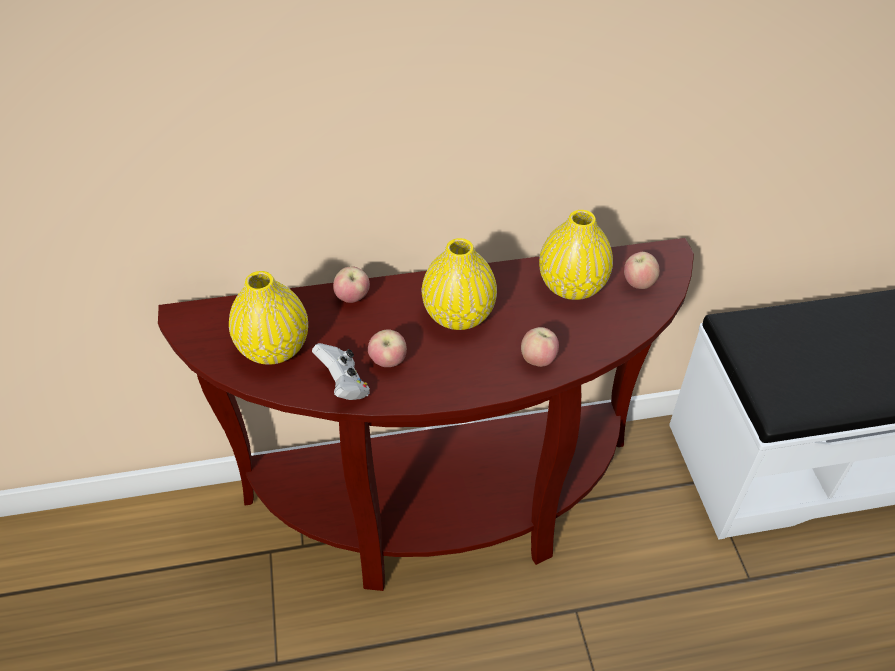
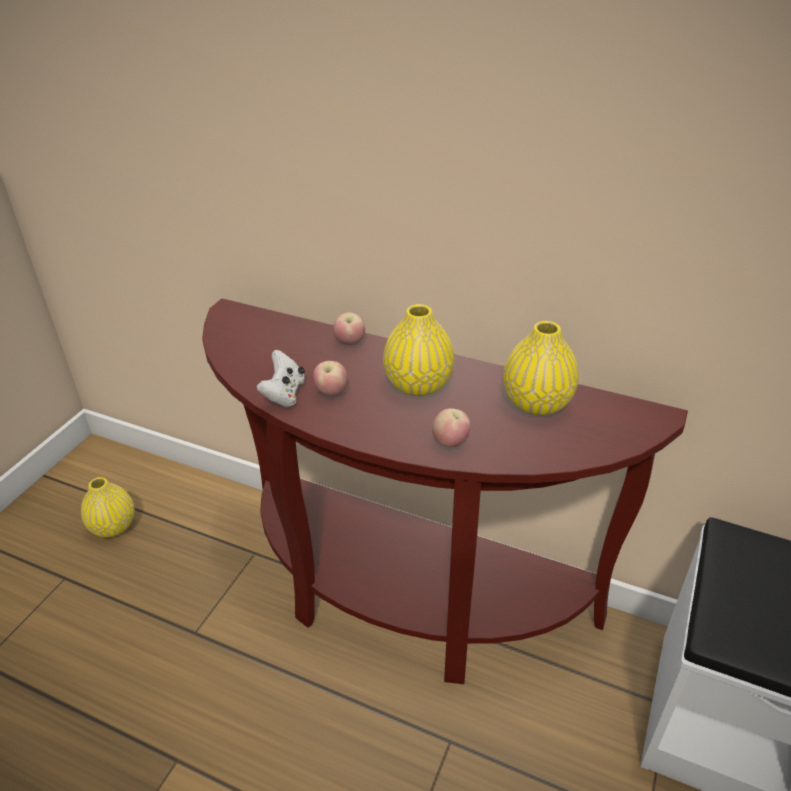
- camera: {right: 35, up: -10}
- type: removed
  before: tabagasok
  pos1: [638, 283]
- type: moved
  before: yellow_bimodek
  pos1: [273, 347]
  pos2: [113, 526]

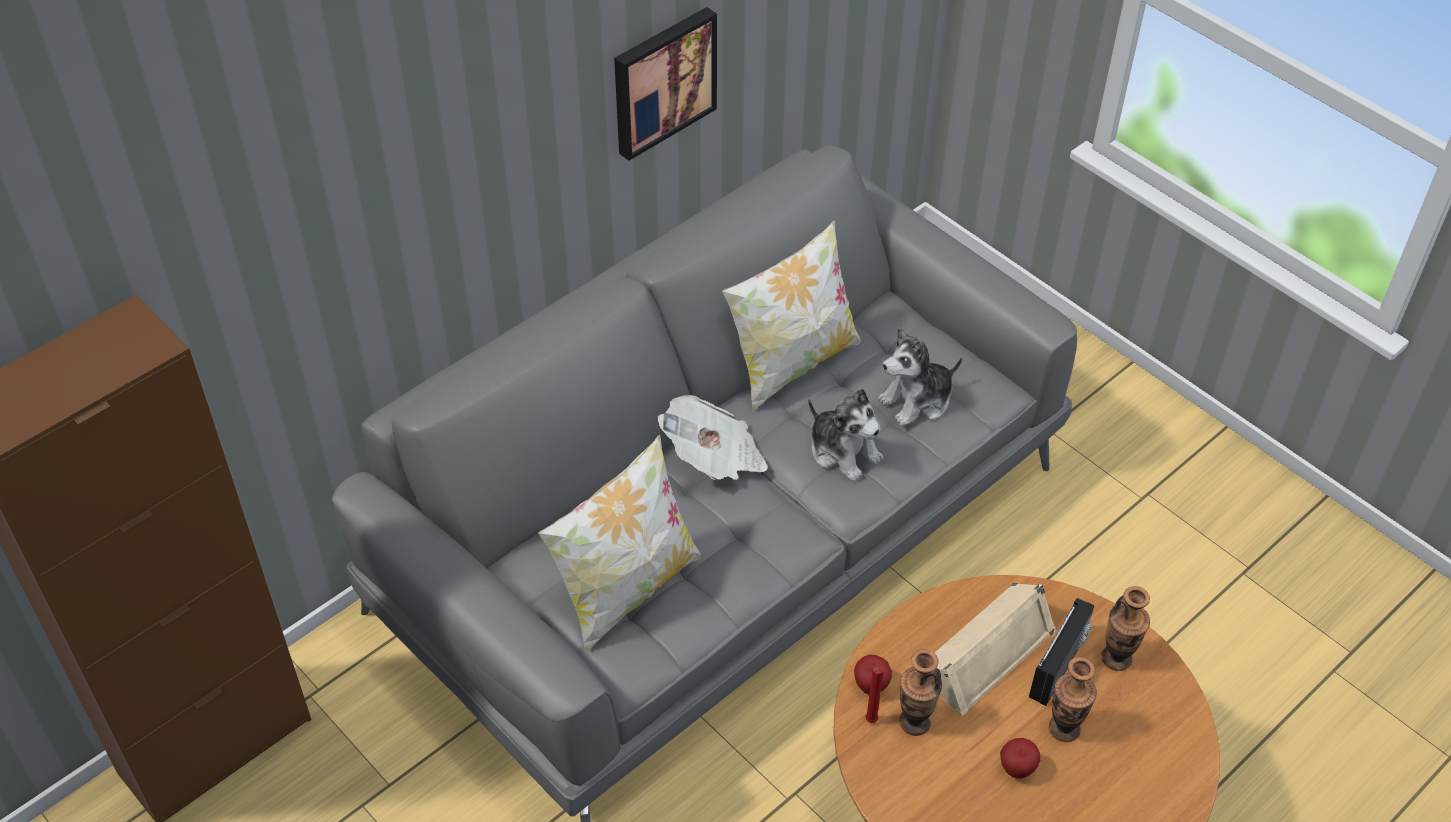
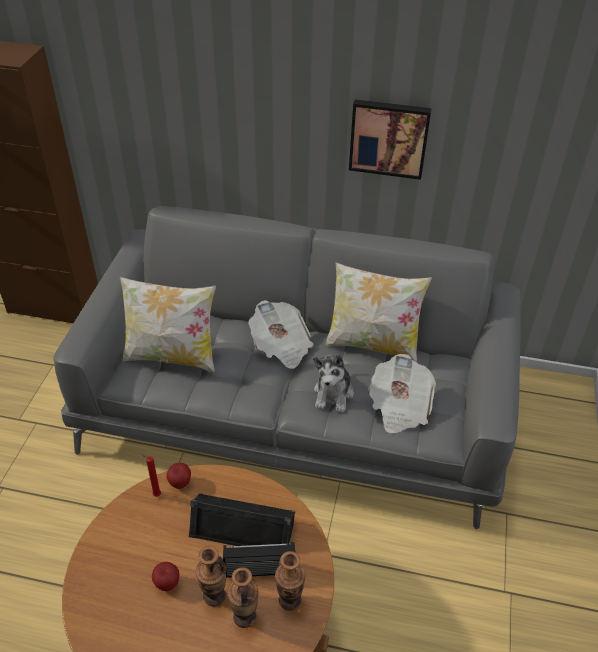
- camera: {right: 55, up: -5}
- type: replaced
  before: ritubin
  after: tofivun
  pos1: [917, 401]
  pos2: [399, 407]
- type: recoloured
  before: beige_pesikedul
  after: black_pesikedul
  pos1: [984, 652]
  pos2: [242, 526]
- type: moved
  before: bimodek
  pos1: [914, 722]
  pos2: [244, 616]

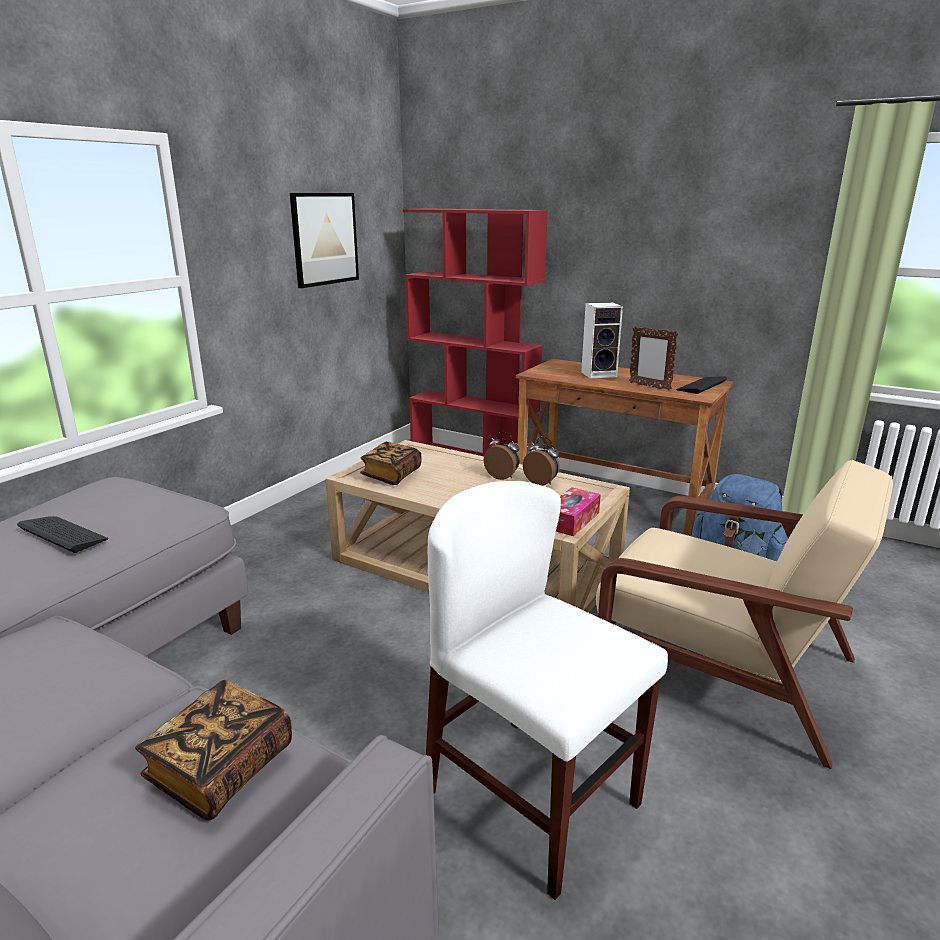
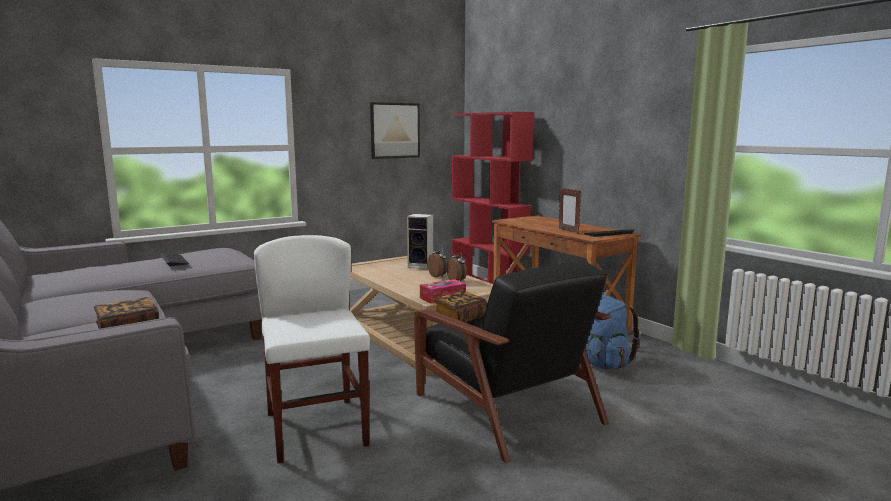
- camera: {right: 25, up: -10}
- type: moved
  before: pesikedul
  pos1: [600, 374]
  pos2: [421, 266]
- type: moved
  before: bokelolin
  pos1: [391, 475]
  pos2: [460, 318]
- type: recoloured
  before: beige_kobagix
  after: black_kobagix
  pos1: [719, 666]
  pos2: [504, 407]

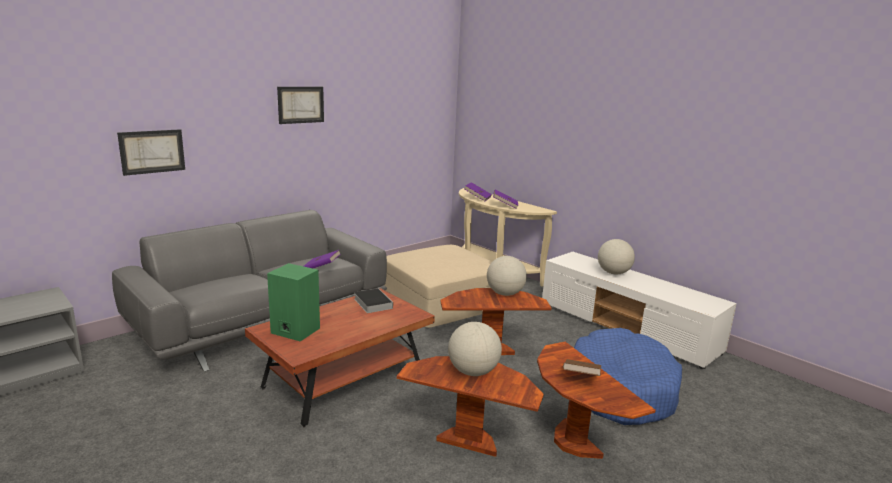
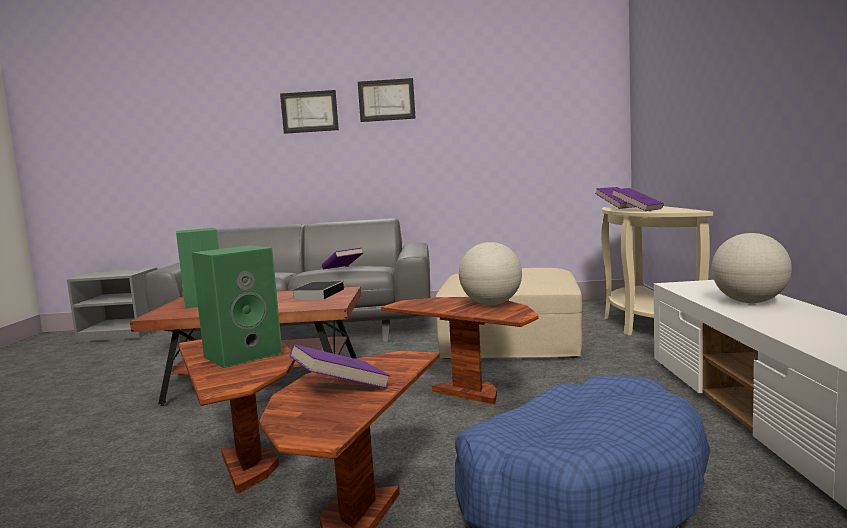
- camera: {right: 45, up: -10}
- type: moved
  before: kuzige
  pos1: [152, 151]
  pos2: [309, 112]
- type: replaced
  before: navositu
  after: green_pesikedul
  pos1: [473, 372]
  pos2: [244, 354]
- type: recoloured
  before: brown_bokelolin
  after: purple_bokelolin
  pos1: [580, 378]
  pos2: [340, 387]

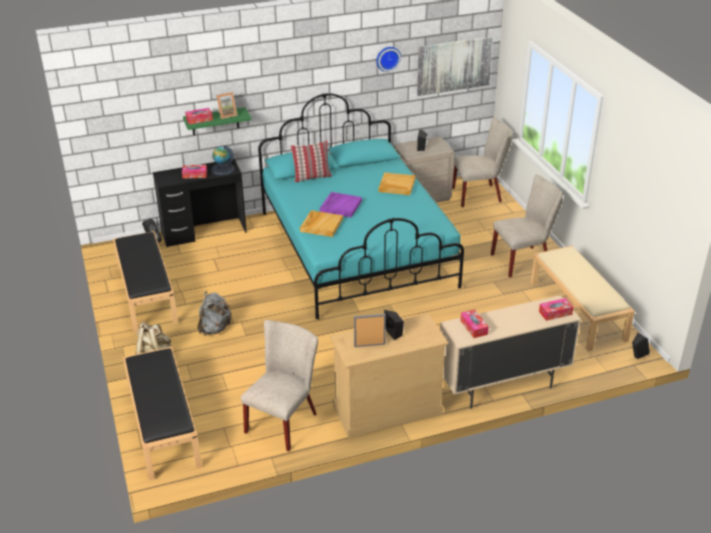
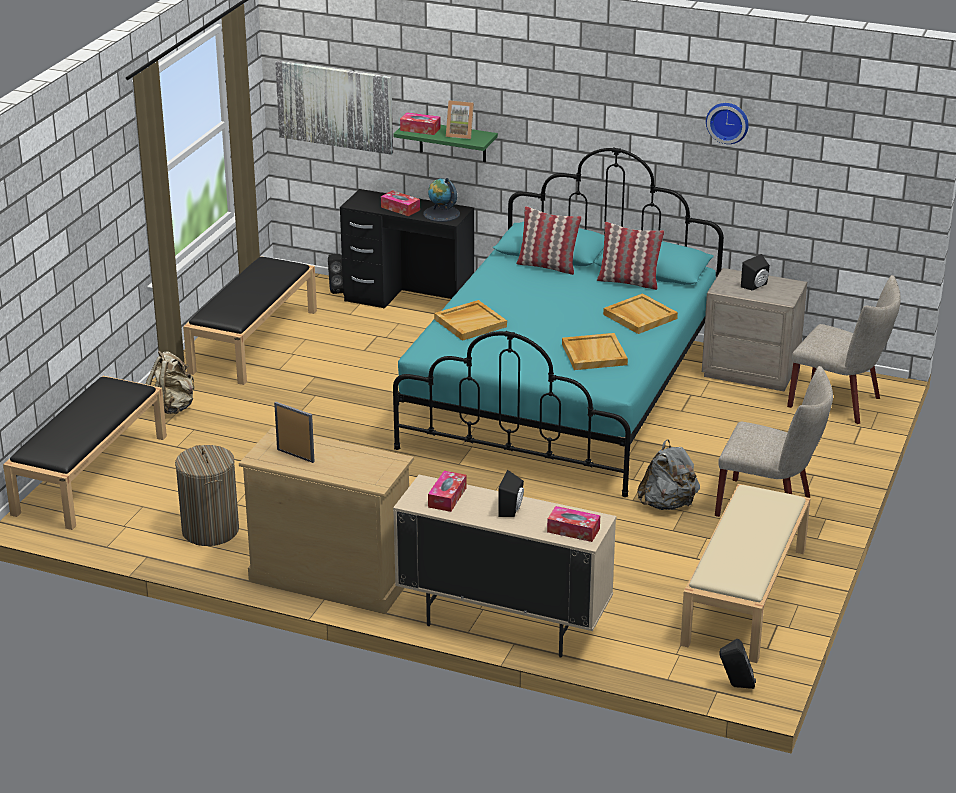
- camera: {right: 40, up: -5}
- type: moved
  before: kuzige
  pos1: [454, 65]
  pos2: [335, 106]
- type: removed
  before: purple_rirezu
  pos1: [340, 206]
- type: moved
  before: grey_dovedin
  pos1: [214, 328]
  pos2: [668, 504]
- type: moved
  before: black_pesikedul
  pos1: [395, 332]
  pos2: [512, 509]
- type: replaced
  before: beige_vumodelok
  after: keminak
  pos1: [284, 420]
  pos2: [210, 530]
- type: added
  after: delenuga
  pos2: [628, 282]
- type: added
  after: beige_rirezu
  pos2: [593, 354]

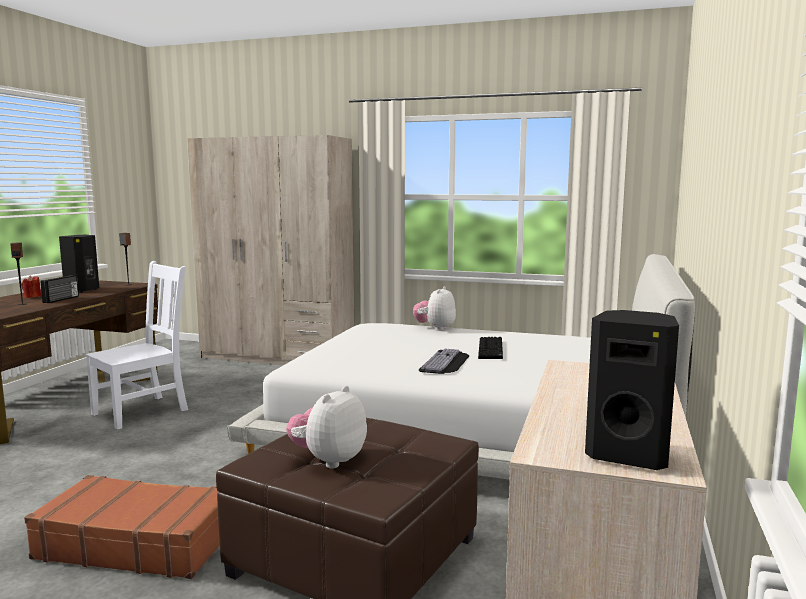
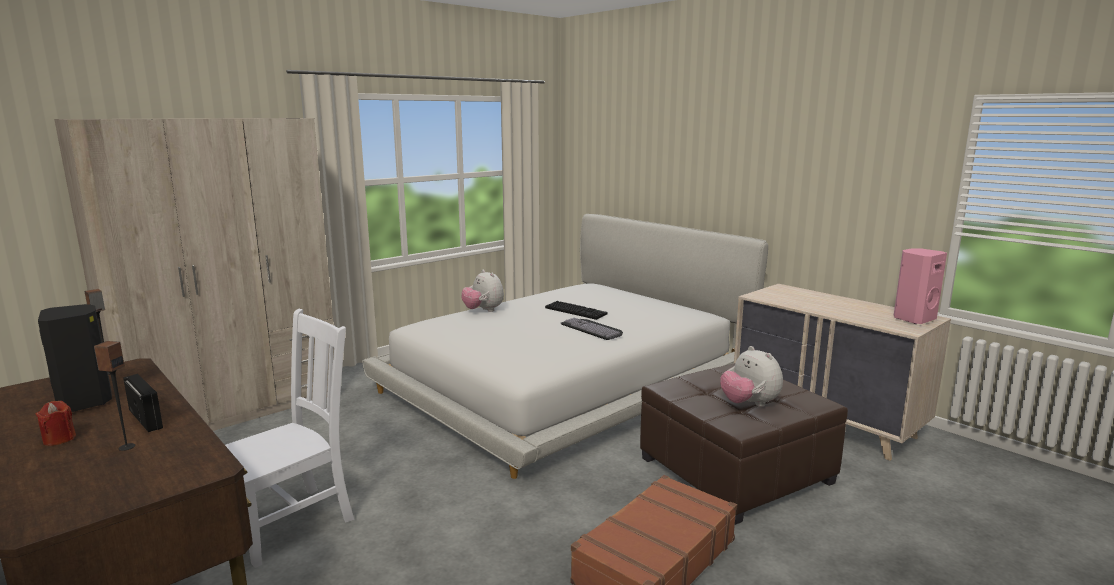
- camera: {right: -60, up: 5}
- type: turned
  before: white_vumodelok
  pos1: [143, 411]
  pos2: [292, 522]
  turn: 60
- type: recoloured
  before: black_pesikedul
  after: pink_pesikedul
  pos1: [628, 455]
  pos2: [913, 319]

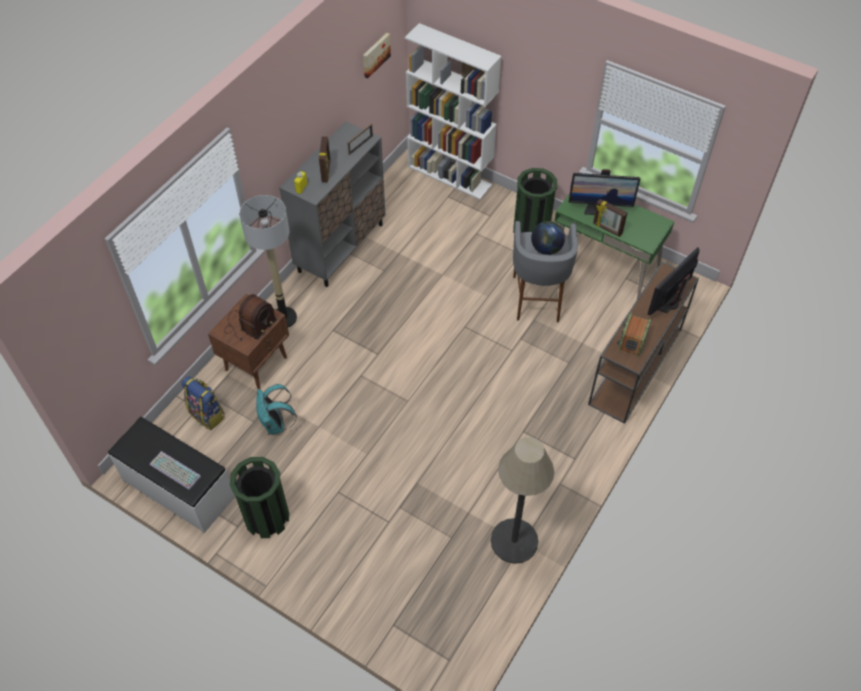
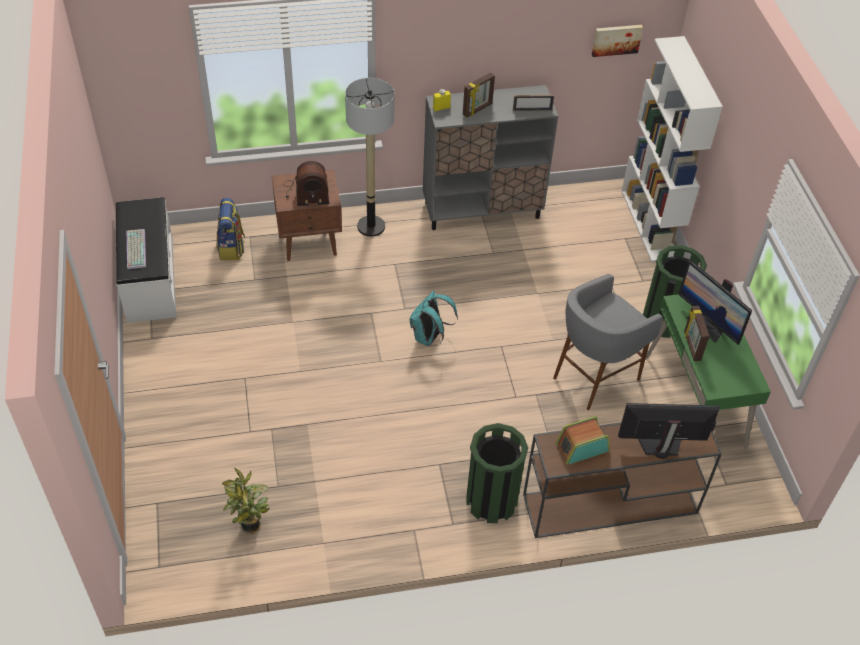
- camera: {right: 45, up: -5}
- type: removed
  before: navositu
  pos1: [546, 248]
- type: moved
  before: turquoise_dovedin
  pos1: [276, 424]
  pos2: [429, 337]
- type: removed
  before: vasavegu
  pos1: [514, 541]
- type: moved
  before: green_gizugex
  pos1: [267, 517]
  pos2: [491, 501]
- type: added
  after: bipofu
  pos2: [250, 528]

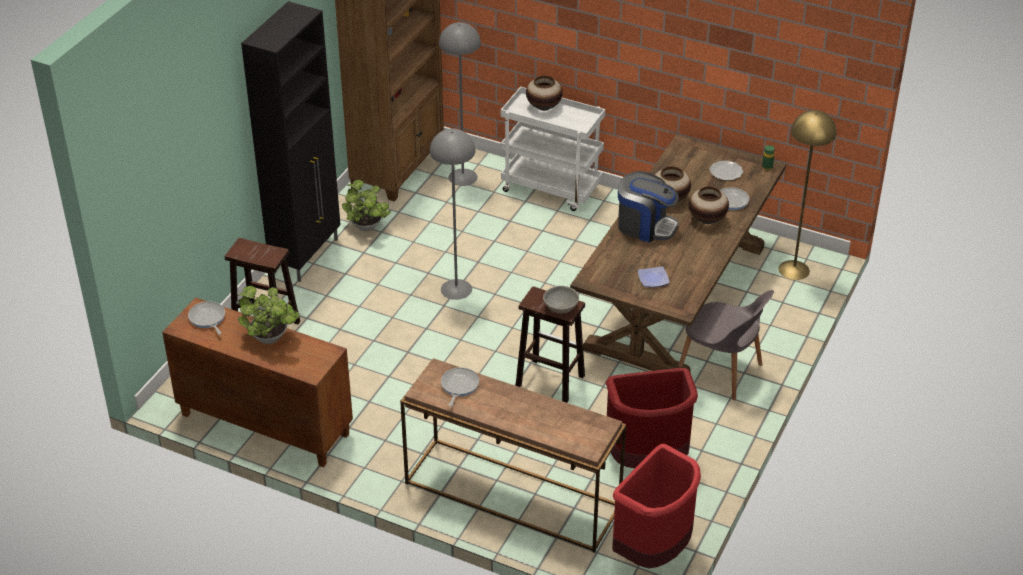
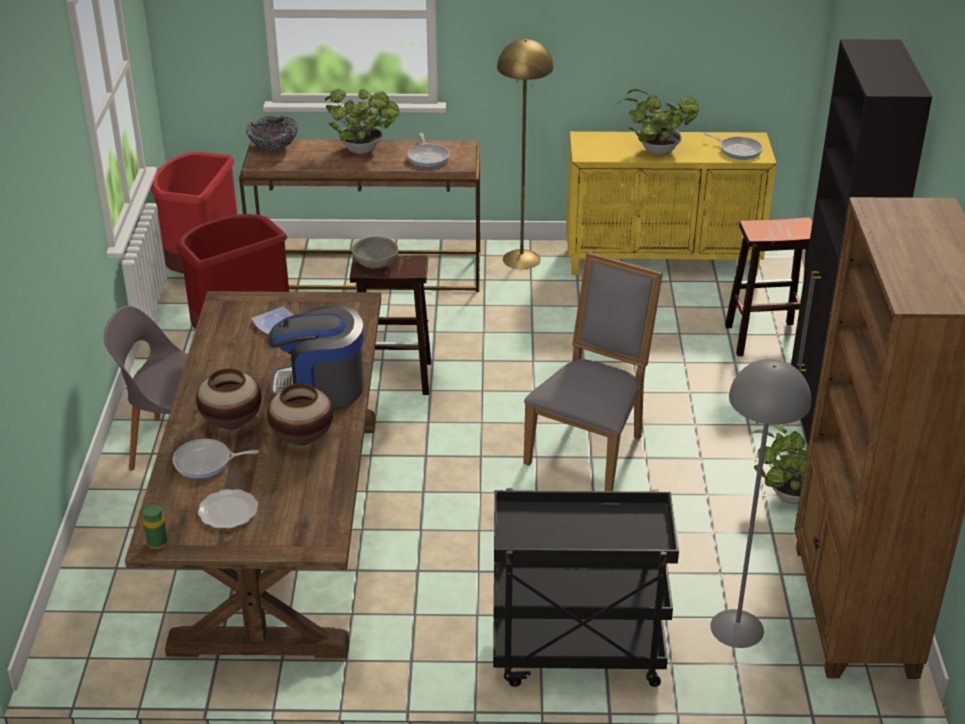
- camera: {right: 155, up: -5}
- type: removed
  before: bimodek
  pos1: [543, 107]
- type: recoloured
  before: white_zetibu
  after: black_zetibu
  pos1: [552, 189]
  pos2: [576, 655]
- type: moved
  before: yellow_vasavegu
  pos1: [794, 270]
  pos2: [521, 259]
- type: replaced
  before: grey_vasavegu
  after: grey_vumodelok
  pos1: [456, 289]
  pos2: [590, 447]
- type: recoloured
  before: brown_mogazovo
  after: yellow_mogazovo
  pos1: [263, 425]
  pos2: [662, 260]
- type: added
  after: bipofu
  pos2: [364, 150]
- type: added
  after: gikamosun
  pos2: [273, 147]

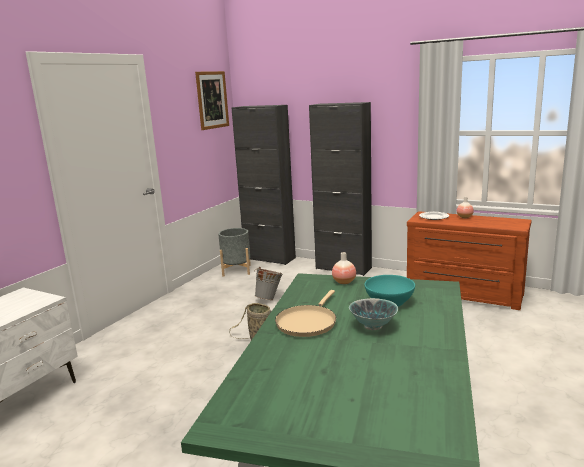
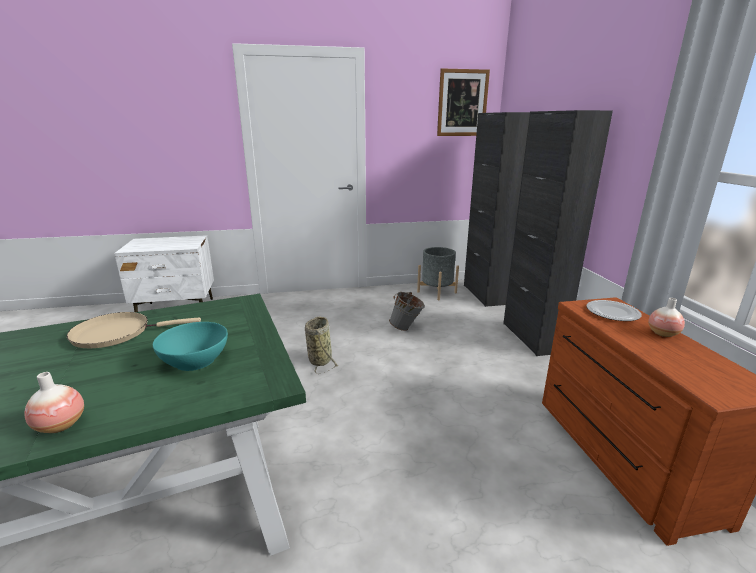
- camera: {right: 50, up: 5}
- type: moved
  before: bimodek
  pos1: [344, 282]
  pos2: [60, 425]
- type: removed
  before: gikamosun
  pos1: [373, 327]

